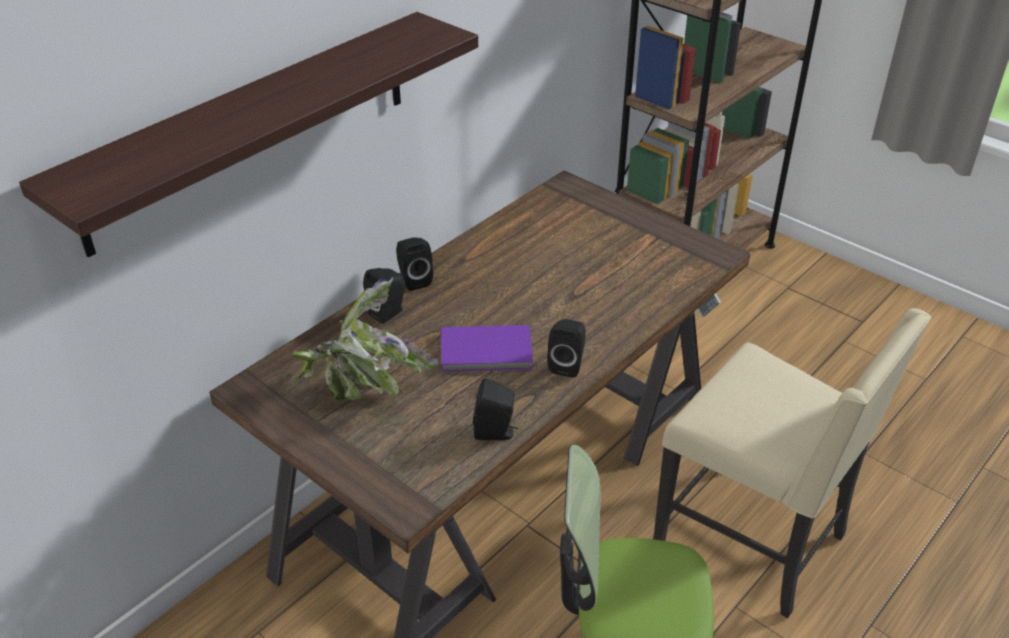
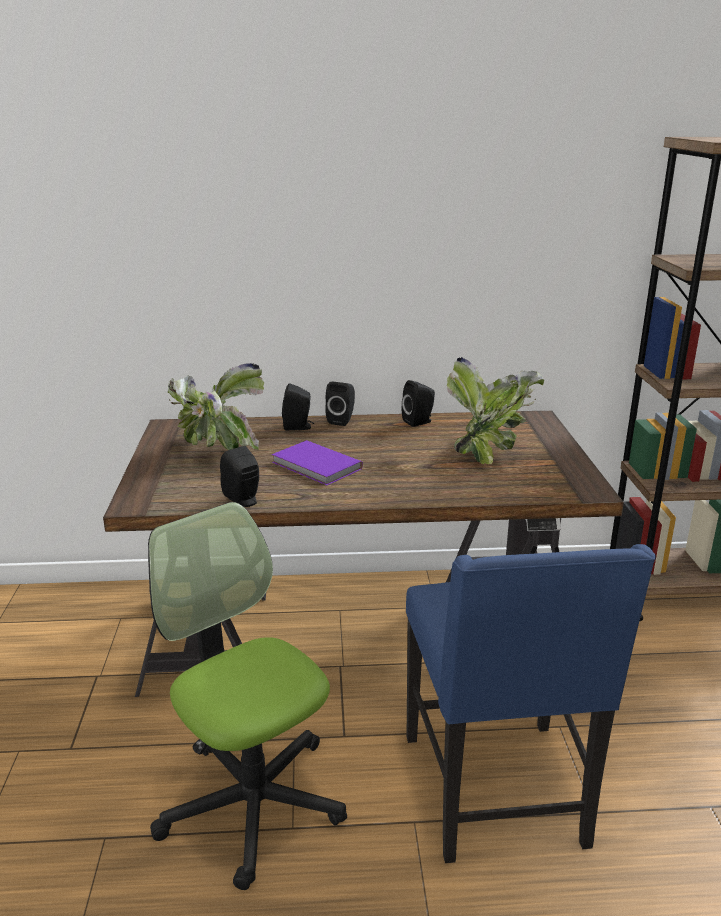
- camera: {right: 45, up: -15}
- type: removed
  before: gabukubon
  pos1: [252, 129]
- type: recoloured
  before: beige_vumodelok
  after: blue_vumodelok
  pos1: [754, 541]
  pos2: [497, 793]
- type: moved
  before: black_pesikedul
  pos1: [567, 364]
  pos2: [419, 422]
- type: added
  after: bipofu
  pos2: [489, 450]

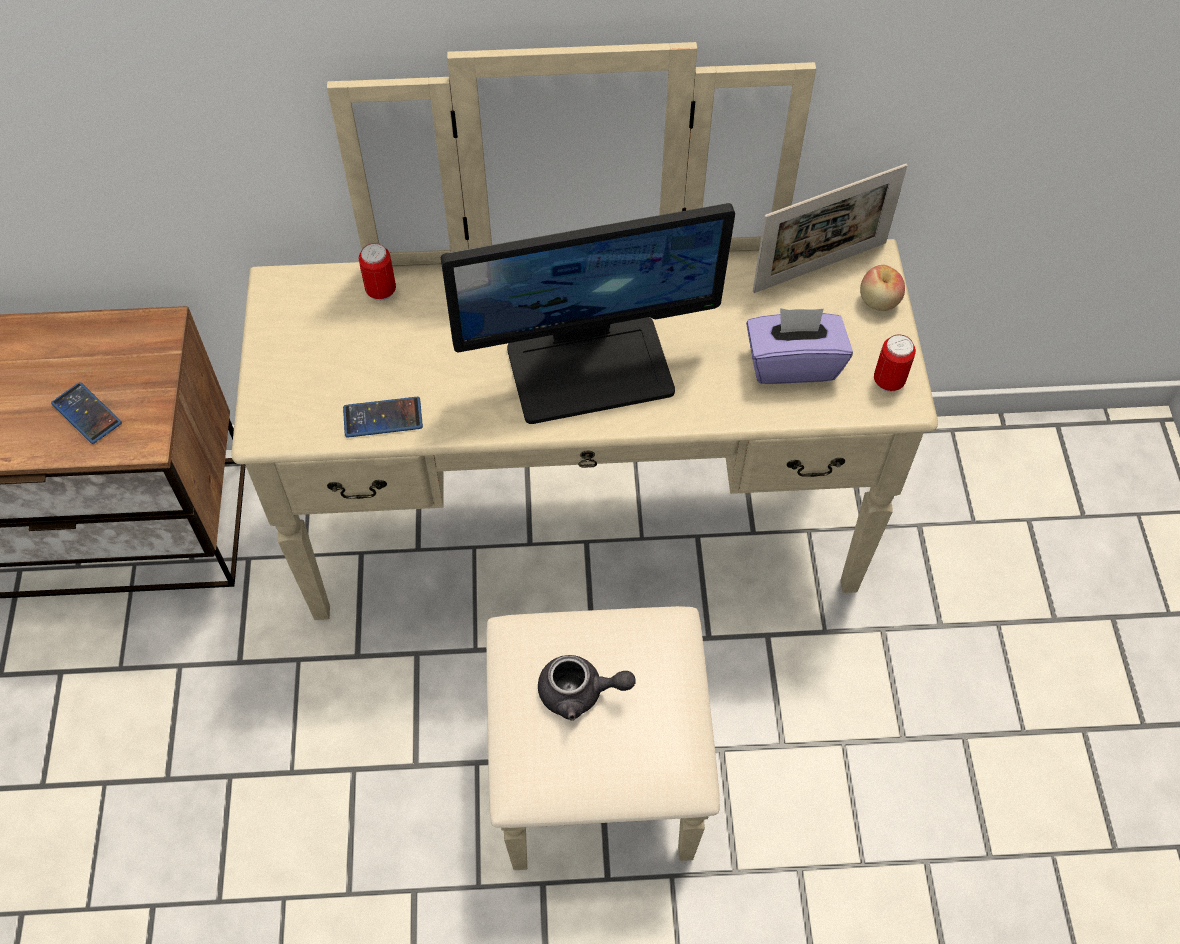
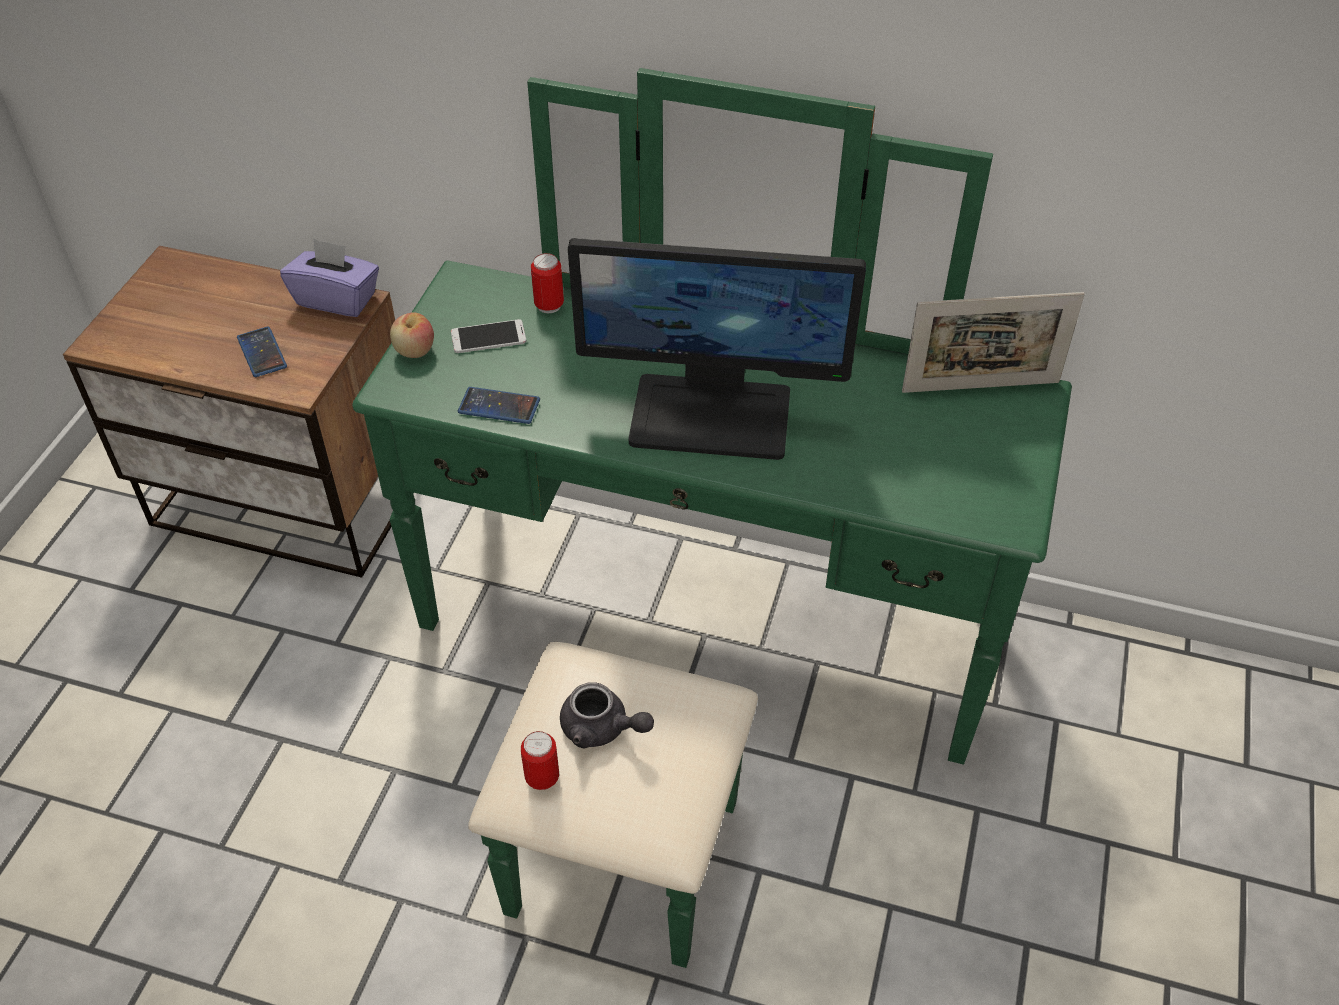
- camera: {right: 20, up: -10}
- type: recoloured
  before: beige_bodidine
  after: green_bodidine
  pos1: [588, 580]
  pos2: [691, 670]
- type: moved
  before: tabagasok
  pos1: [878, 301]
  pos2: [414, 351]
- type: moved
  before: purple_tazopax
  pos1: [792, 363]
  pos2: [337, 299]
- type: moved
  before: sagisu
  pos1: [888, 381]
  pos2: [542, 778]
- type: added
  after: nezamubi
  pos2: [488, 337]

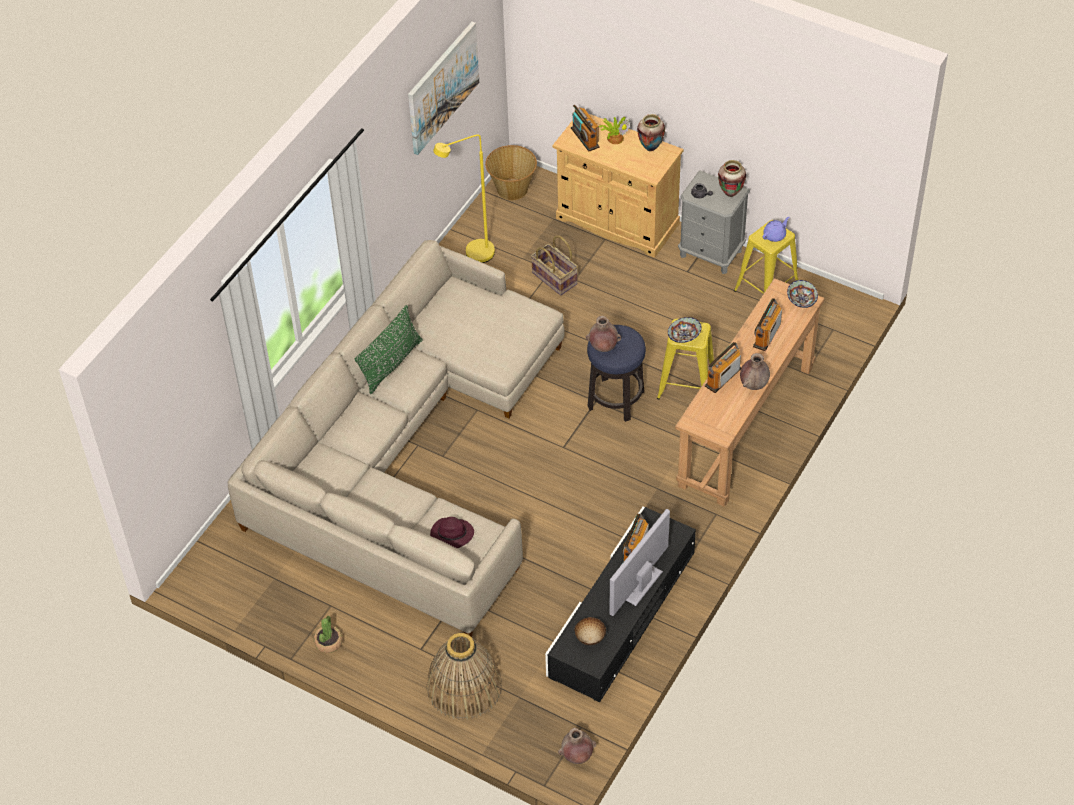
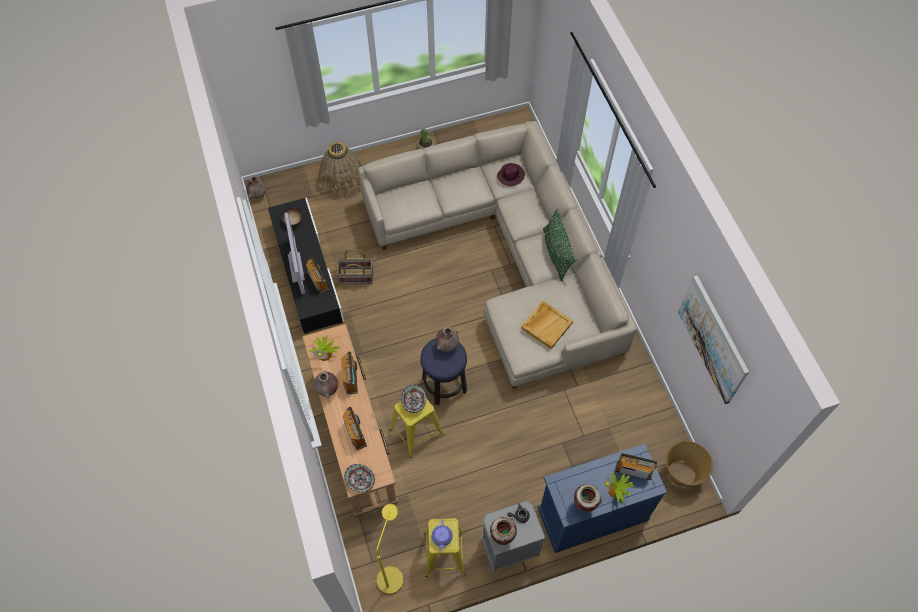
- camera: {right: 130, up: 10}
- type: recoloured
  before: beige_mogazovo
  after: blue_mogazovo
  pos1: [617, 221]
  pos2: [592, 514]
- type: moved
  before: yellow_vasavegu
  pos1: [472, 255]
  pos2: [392, 573]
- type: moved
  before: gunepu
  pos1: [555, 278]
  pos2: [356, 277]
- type: moved
  before: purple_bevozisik
  pos1: [451, 534]
  pos2: [511, 175]
- type: added
  after: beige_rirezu
  pos2: [546, 325]
- type: added
  after: bipofu
  pos2: [325, 353]

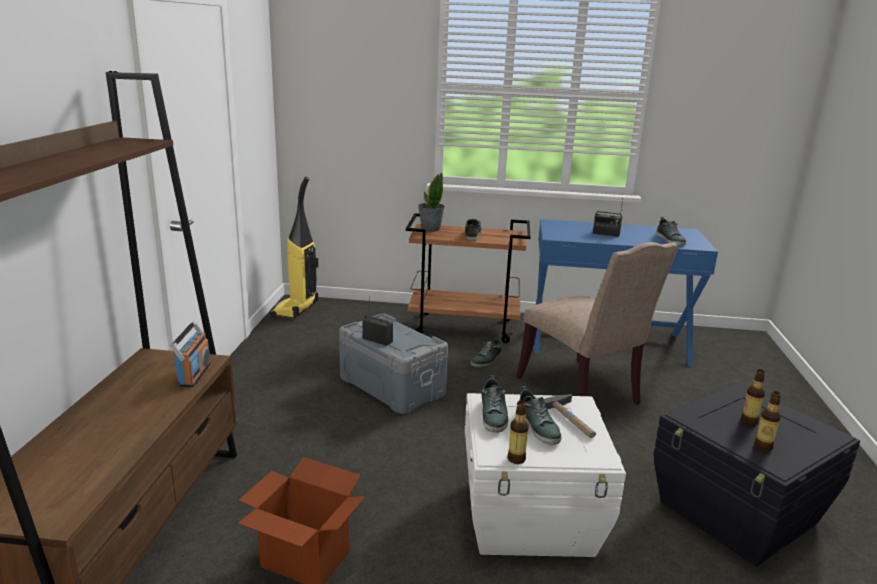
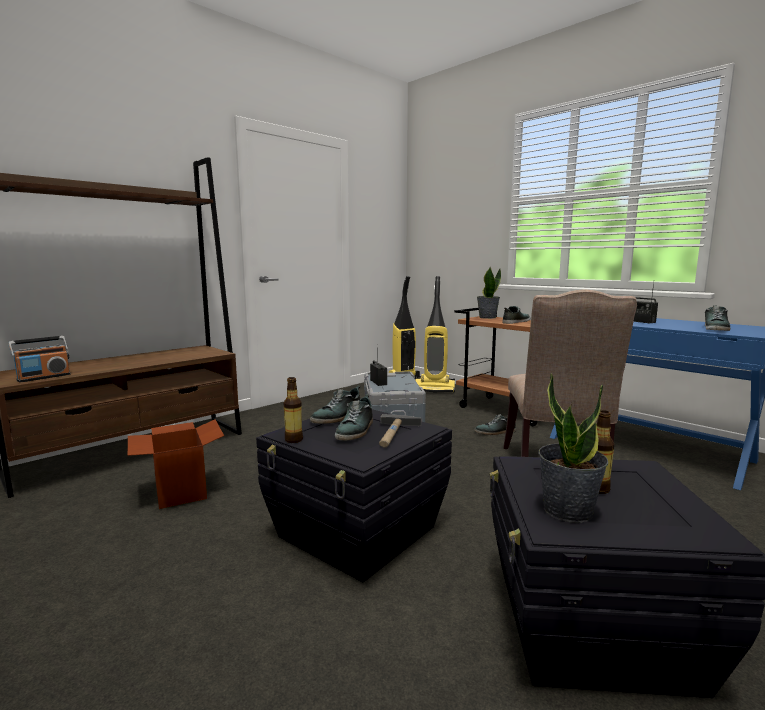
- camera: {right: 40, up: -10}
- type: moved
  before: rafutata
  pos1: [194, 374]
  pos2: [44, 377]
- type: replaced
  before: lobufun
  after: bipofu
  pos1: [763, 447]
  pos2: [567, 510]
- type: recoloured
  before: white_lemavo
  after: black_lemavo
  pos1: [531, 517]
  pos2: [357, 532]
- type: added
  after: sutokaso
  pos2: [435, 389]

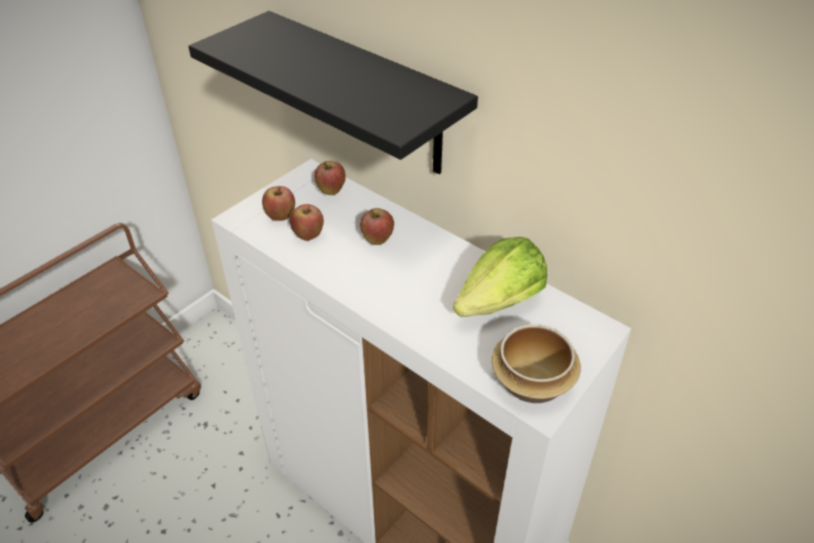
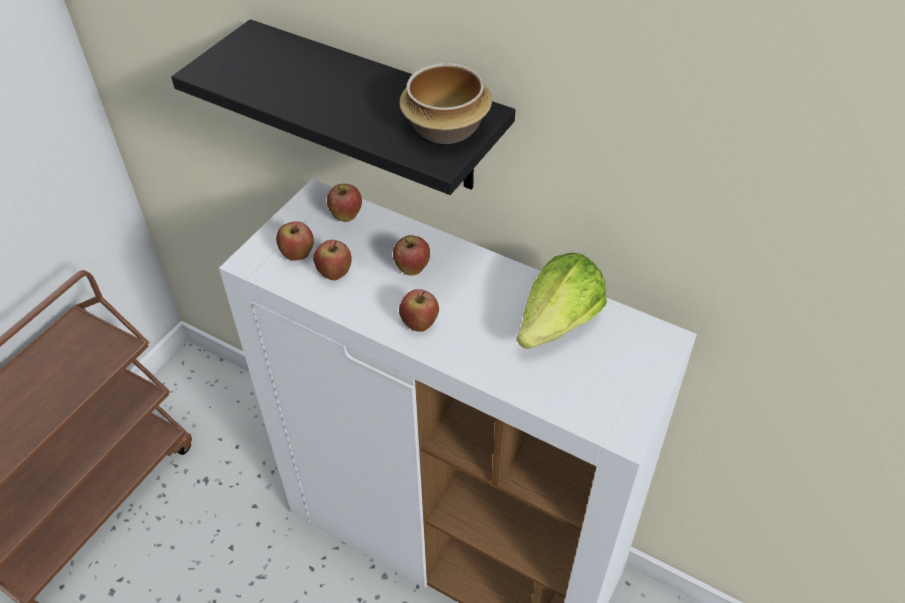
- camera: {right: -10, up: 5}
- type: moved
  before: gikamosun
  pos1: [533, 384]
  pos2: [448, 129]
- type: added
  after: tabagasok
  pos2: [419, 324]

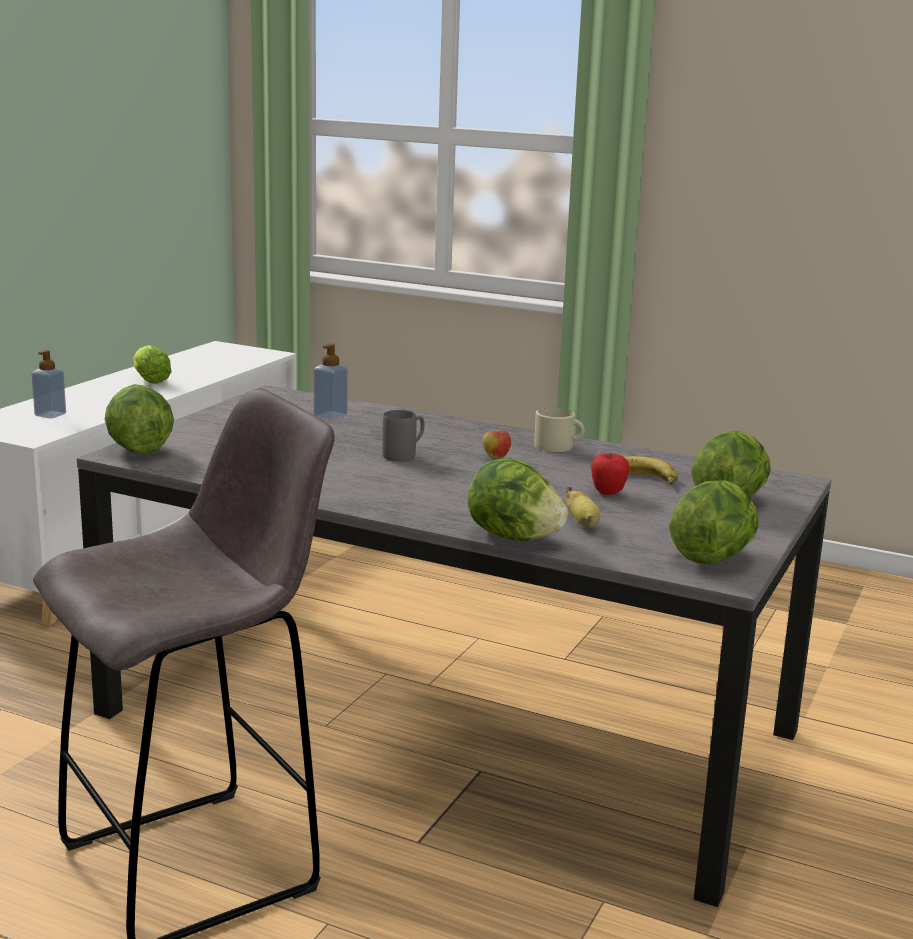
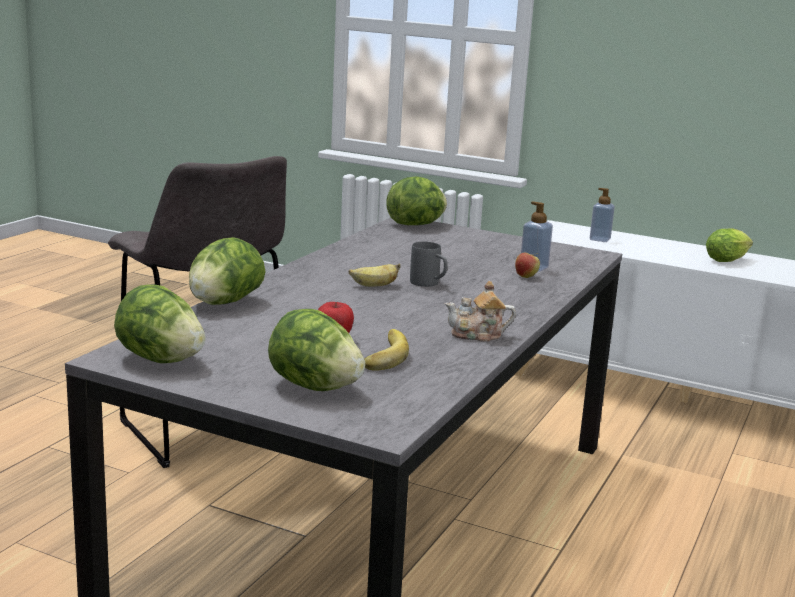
- camera: {right: 90, up: 0}
- type: replaced
  before: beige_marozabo
  after: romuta
  pos1: [558, 446]
  pos2: [478, 335]
- type: moved
  before: tabagasok
  pos1: [495, 457]
  pos2: [526, 277]
- type: moved
  before: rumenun
  pos1: [583, 523]
  pos2: [374, 286]

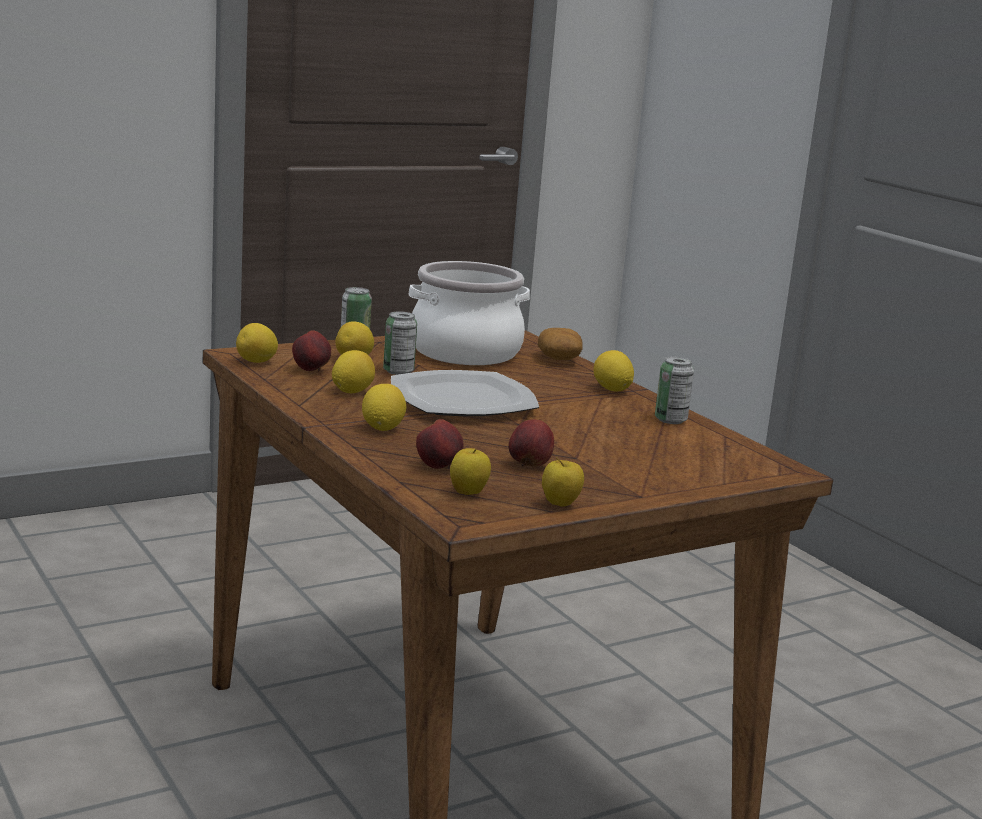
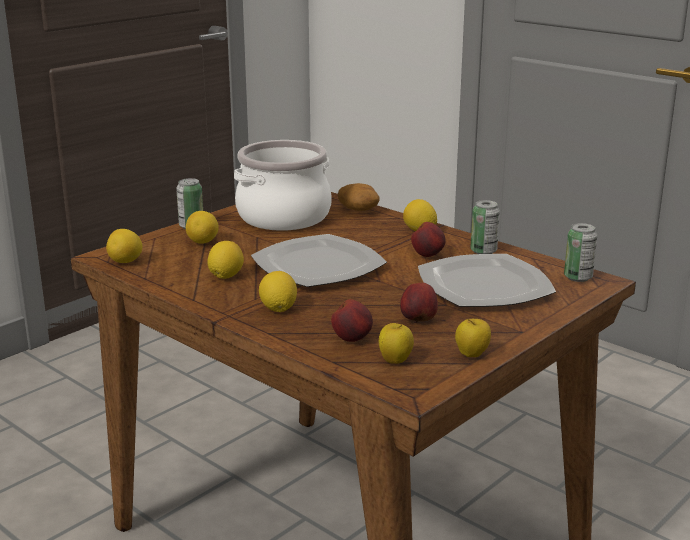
- camera: {right: -15, up: 5}
- type: moved
  before: sagisu
  pos1: [398, 371]
  pos2: [578, 277]
- type: moved
  before: tabagasok
  pos1: [312, 370]
  pos2: [428, 255]
- type: added
  after: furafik
  pos2: [484, 286]

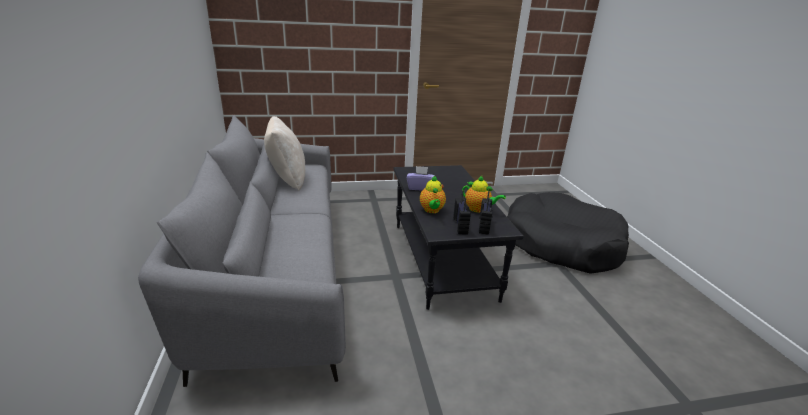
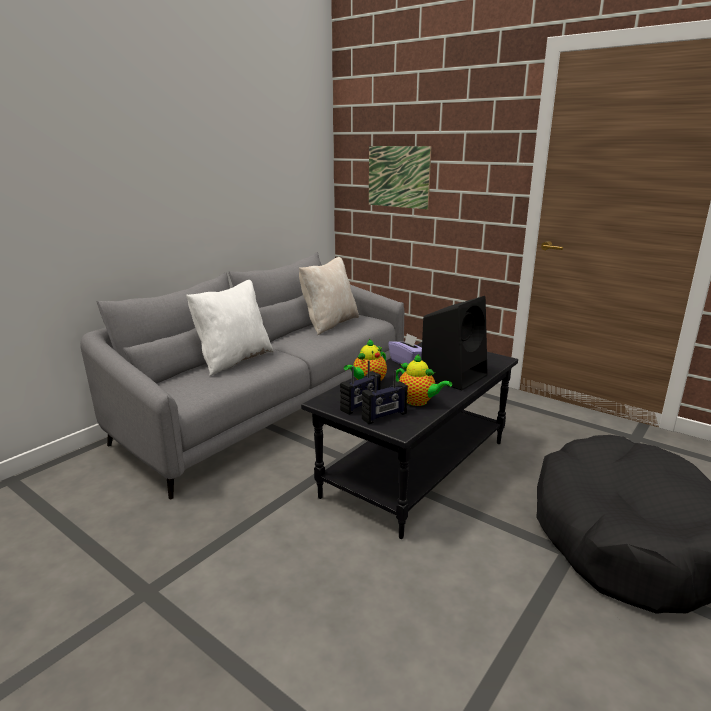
- camera: {right: 50, up: -5}
- type: turned
  before: romuta
  pos1: [478, 209]
  pos2: [418, 402]
  turn: -45
- type: added
  after: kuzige
  pos2: [398, 177]
- type: added
  after: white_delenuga
  pos2: [234, 360]
- type: added
  after: black_pesikedul
  pos2: [454, 375]

